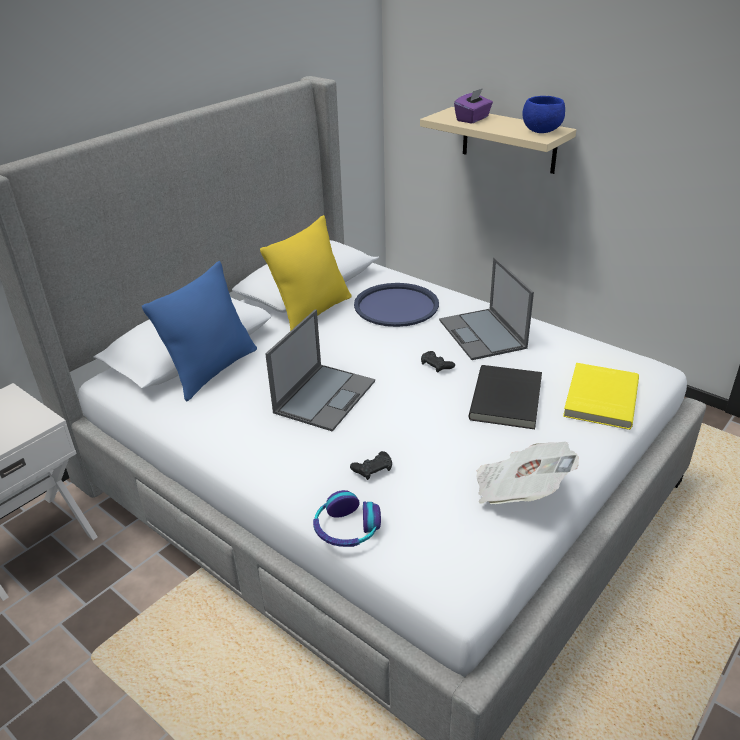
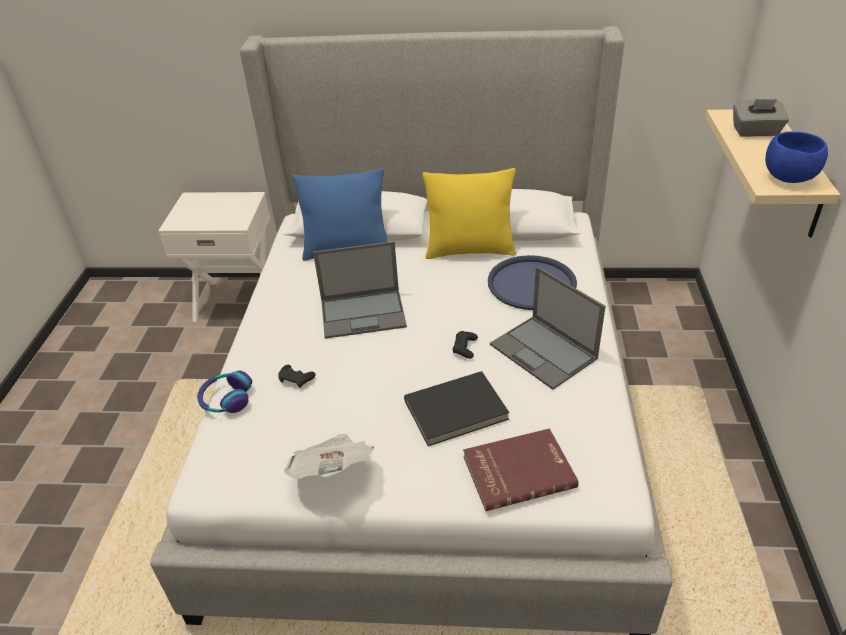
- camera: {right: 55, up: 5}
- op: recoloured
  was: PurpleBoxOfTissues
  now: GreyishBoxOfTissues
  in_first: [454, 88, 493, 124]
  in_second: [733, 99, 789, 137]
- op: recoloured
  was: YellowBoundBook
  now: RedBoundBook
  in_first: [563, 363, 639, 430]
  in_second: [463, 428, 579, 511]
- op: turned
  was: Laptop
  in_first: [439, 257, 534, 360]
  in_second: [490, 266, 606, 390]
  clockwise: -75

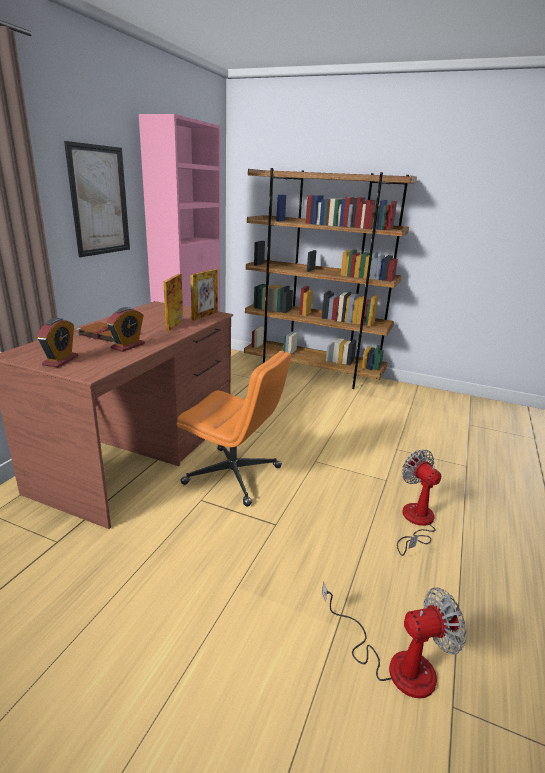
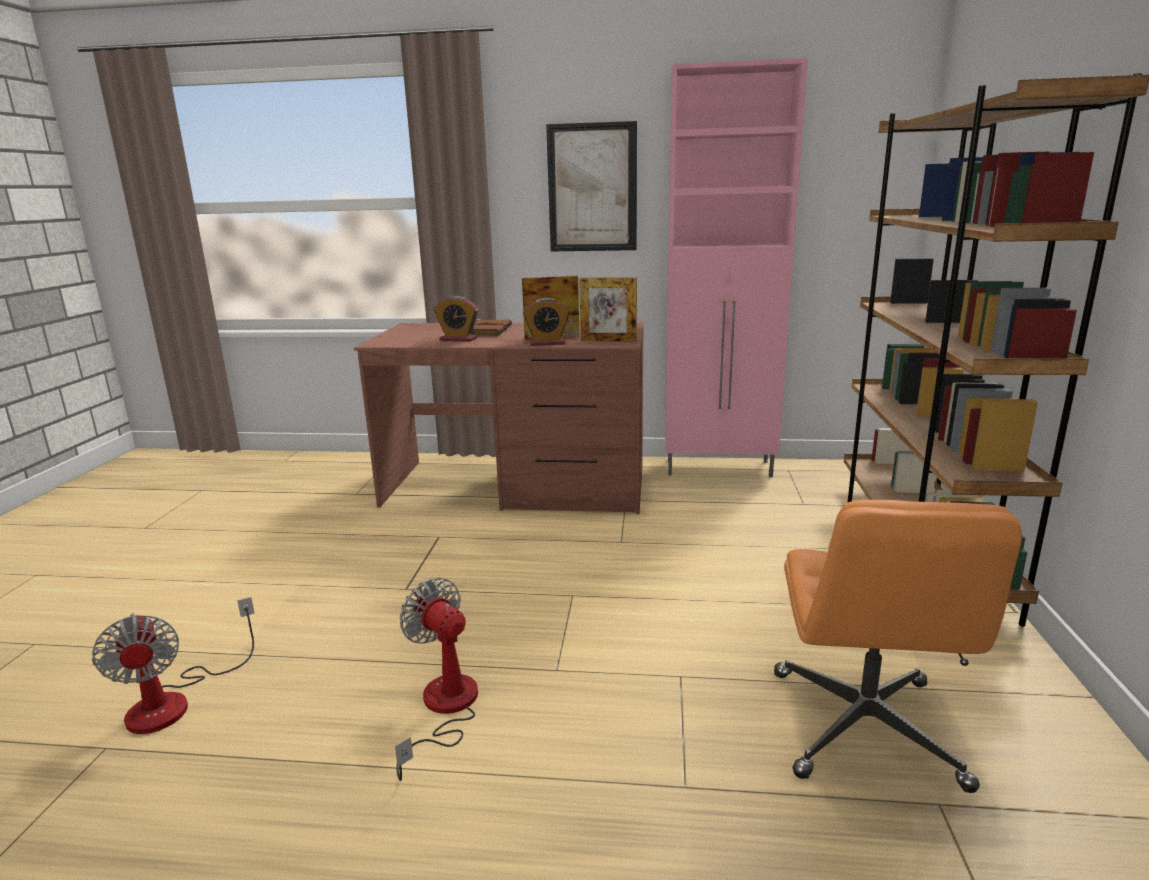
- camera: {right: 75, up: -5}
- op: moved
  was: BedsideClock
  in_first: [37, 318, 79, 368]
  in_second: [523, 298, 570, 346]
- op: moved
  was: OrangeColouredComputerChair
  in_first: [177, 351, 291, 506]
  in_second: [774, 500, 1022, 793]
- op: turned
  was: Fan
  in_first: [397, 449, 441, 556]
  in_second: [395, 577, 478, 781]
  clockwise: -90

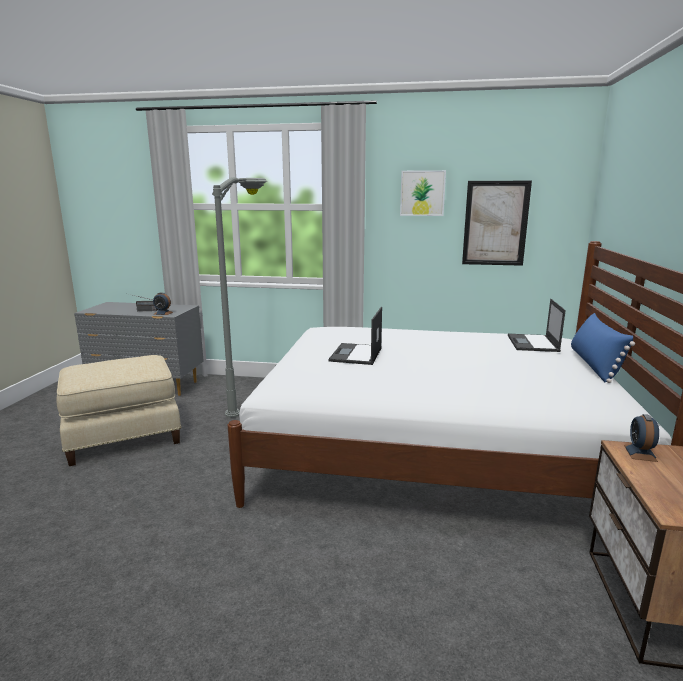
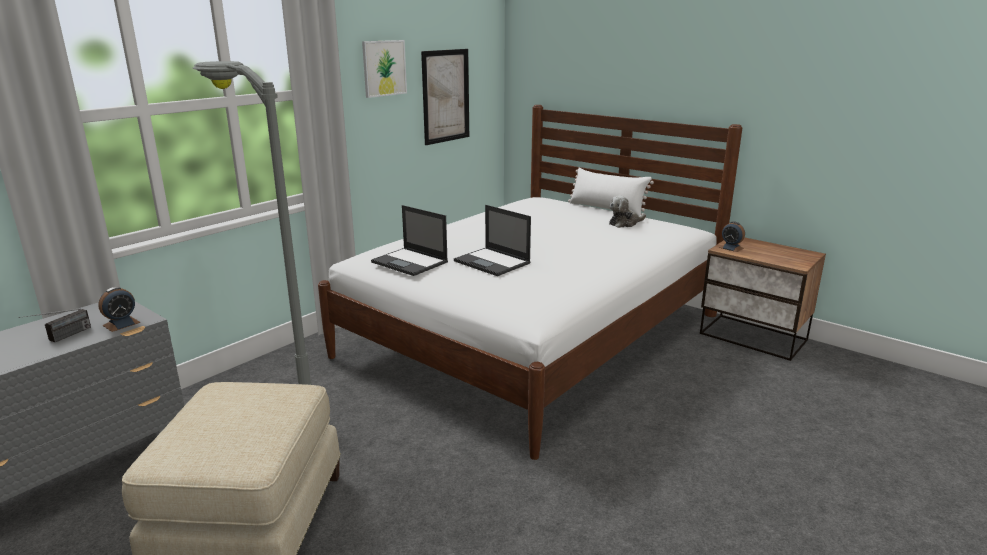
- camera: {right: -60, up: 5}
- op: added
  now: SoftToy
  in_second: [609, 196, 646, 228]
- op: moved
  was: Laptop
  in_first: [508, 299, 566, 352]
  in_second: [371, 205, 448, 276]
- op: recoloured
  was: BluishThrowPillow
  now: WhiteColouredThrowPillow
  in_first: [571, 313, 635, 383]
  in_second: [568, 168, 654, 216]

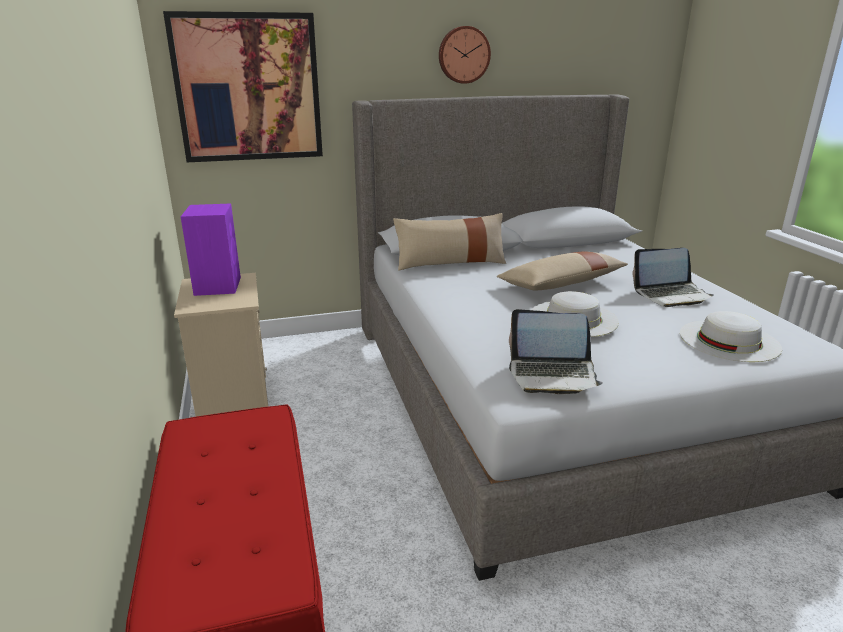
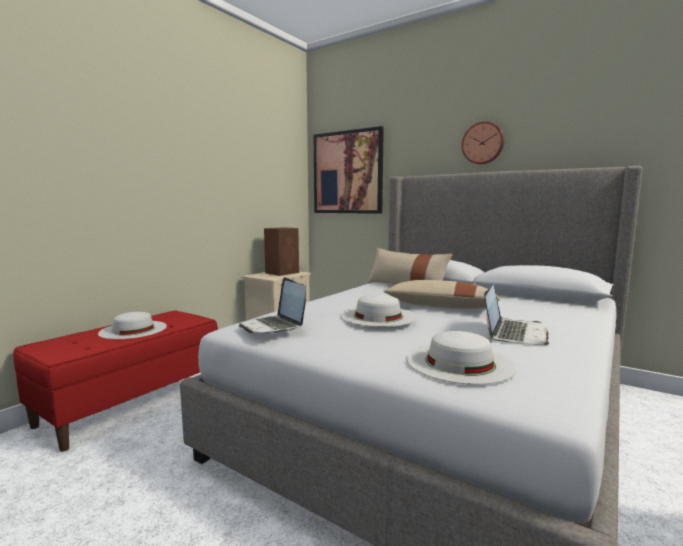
- camera: {right: 50, up: -15}
- op: added
  now: WhiteColouredWearableHat
  in_second: [98, 312, 167, 339]
- op: recoloured
  was: PurpleSpeaker
  now: BrownishSpeaker
  in_first: [181, 204, 241, 296]
  in_second: [264, 227, 299, 276]
- op: turned
  was: Laptop
  in_first: [632, 248, 714, 307]
  in_second: [484, 285, 549, 345]
  clockwise: -105

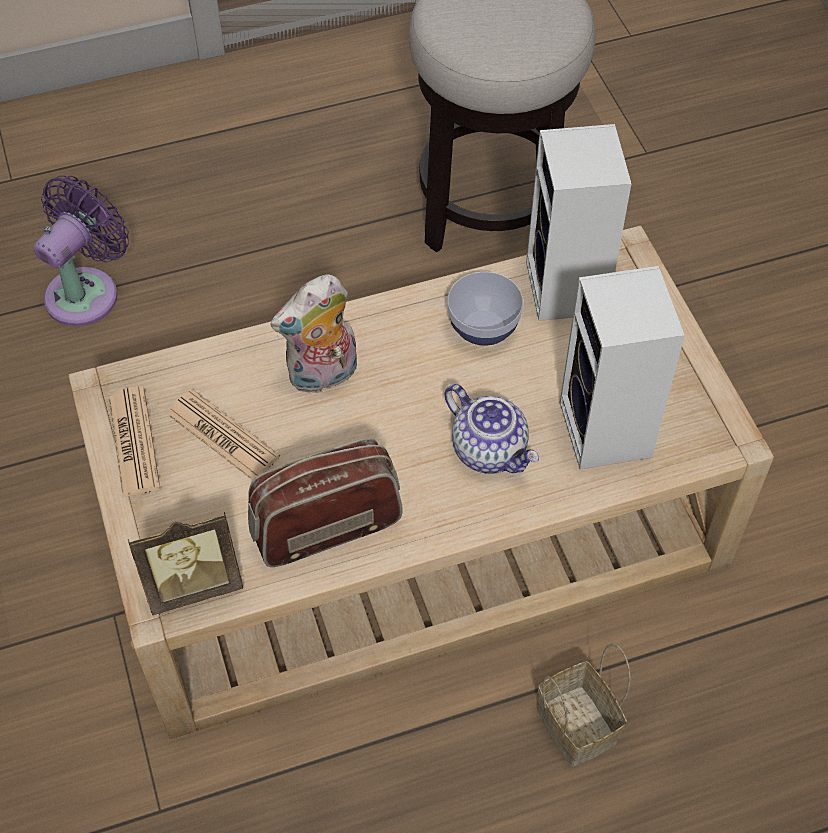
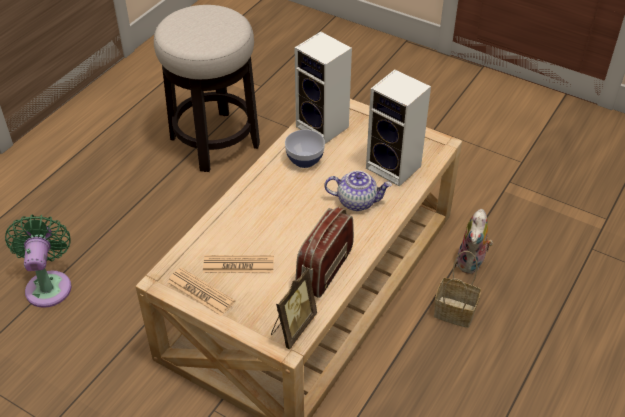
- camera: {right: -40, up: -10}
- op: moved
  was: SoftToy
  in_first: [270, 274, 357, 393]
  in_second: [457, 209, 493, 274]
- op: recoloured
  was: PurpleFan
  now: GreenColouredFan
  in_first: [34, 175, 129, 326]
  in_second: [5, 215, 71, 308]

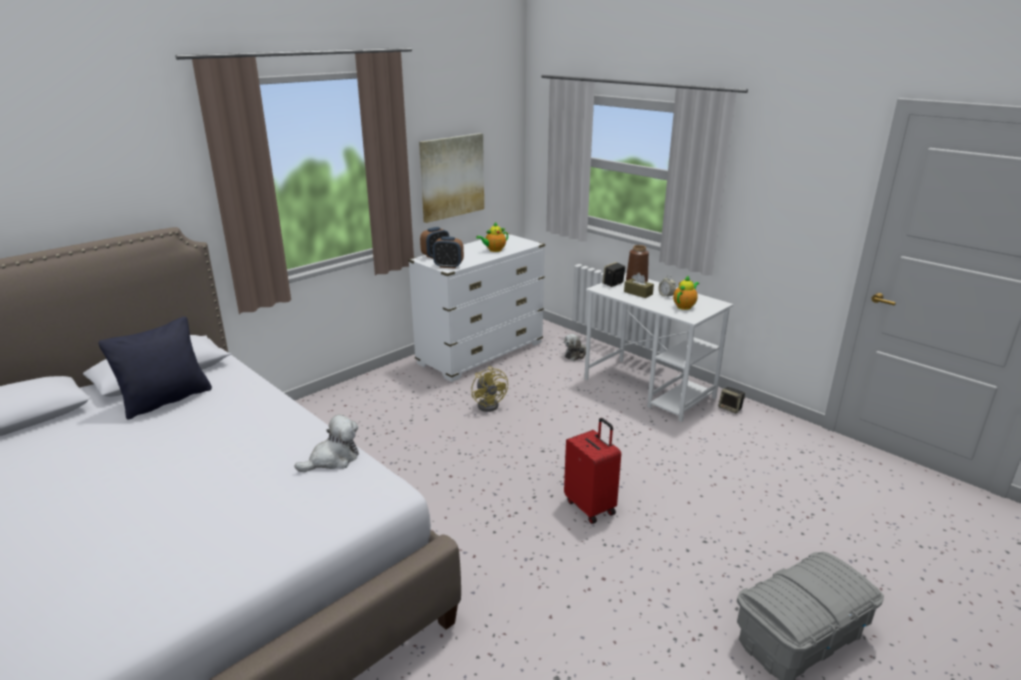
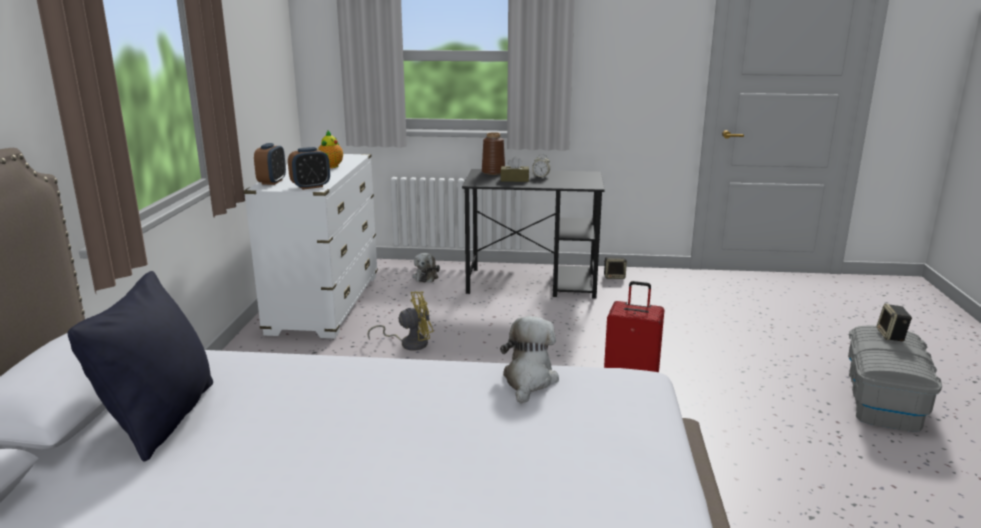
- camera: {right: -40, up: -5}
- op: removed
  was: Picture
  in_first: [419, 133, 484, 223]
- op: removed
  was: TeaPot
  in_first: [673, 275, 699, 310]
- op: moved
  was: Speaker
  in_first: [602, 262, 625, 287]
  in_second: [877, 304, 912, 341]
- op: recoloured
  was: WhiteColouredDeskTable
  now: BlackDeskTable
  in_first: [584, 273, 733, 422]
  in_second: [462, 169, 605, 299]
- op: turned
  was: YellowFan
  in_first: [471, 366, 508, 412]
  in_second: [367, 291, 433, 351]
  clockwise: -45

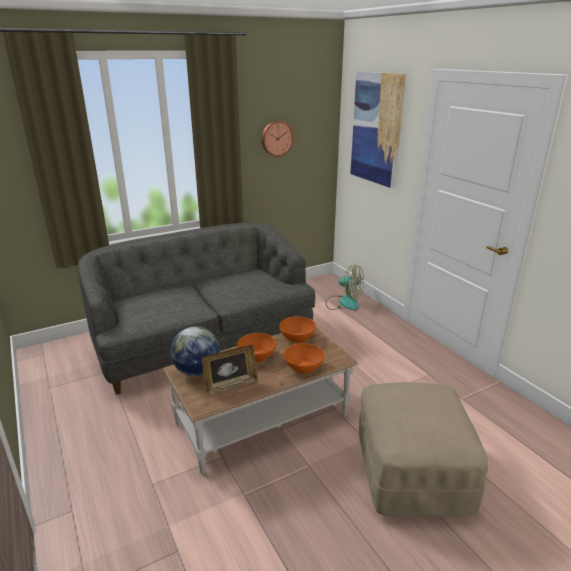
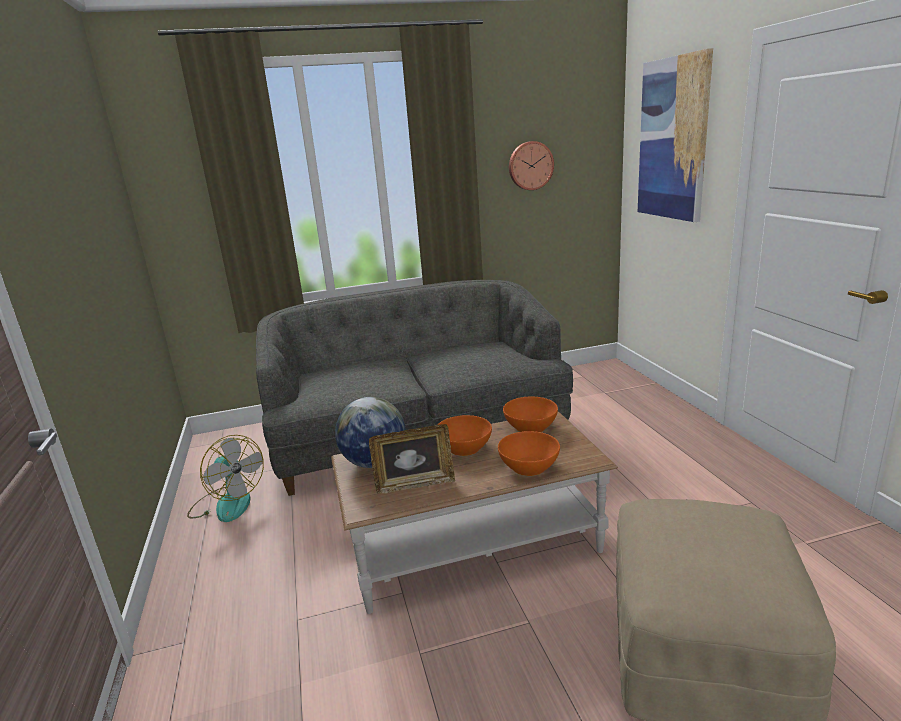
- camera: {right: 15, up: -5}
- op: moved
  was: Fan
  in_first: [325, 264, 364, 310]
  in_second: [187, 435, 264, 522]

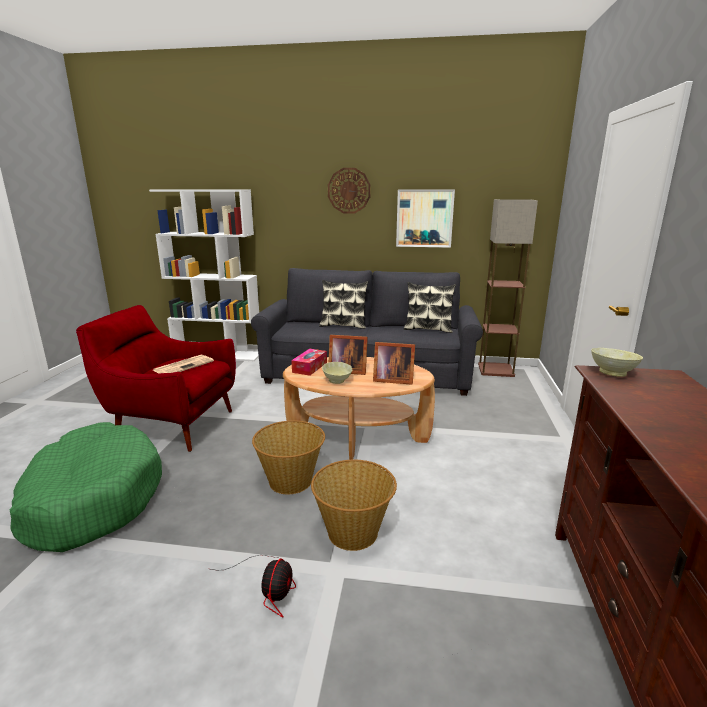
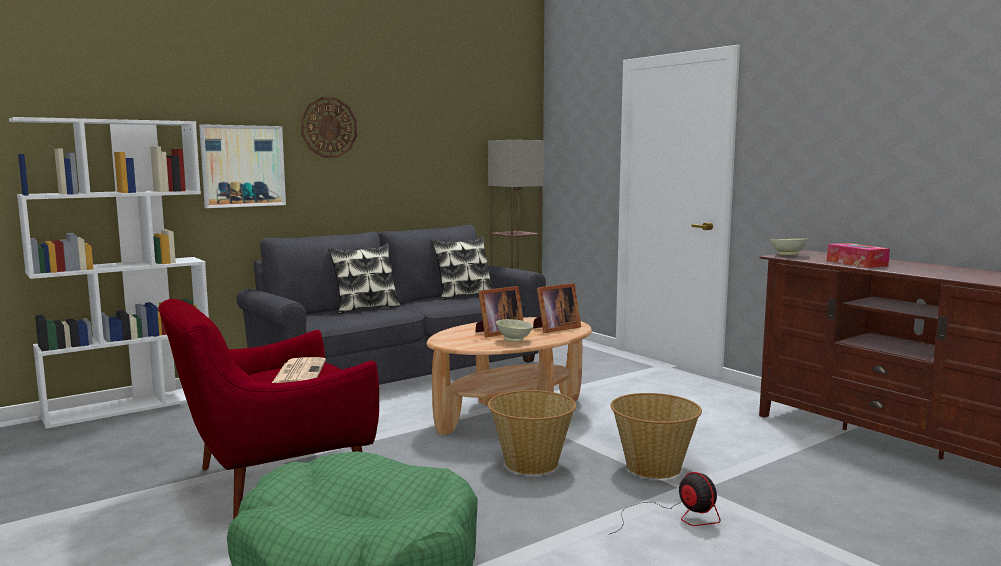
- camera: {right: -45, up: -10}
- op: moved
  was: BoxOfTissues
  in_first: [291, 349, 327, 376]
  in_second: [827, 243, 890, 268]
- op: moved
  was: Picture
  in_first: [396, 190, 455, 248]
  in_second: [199, 124, 286, 208]

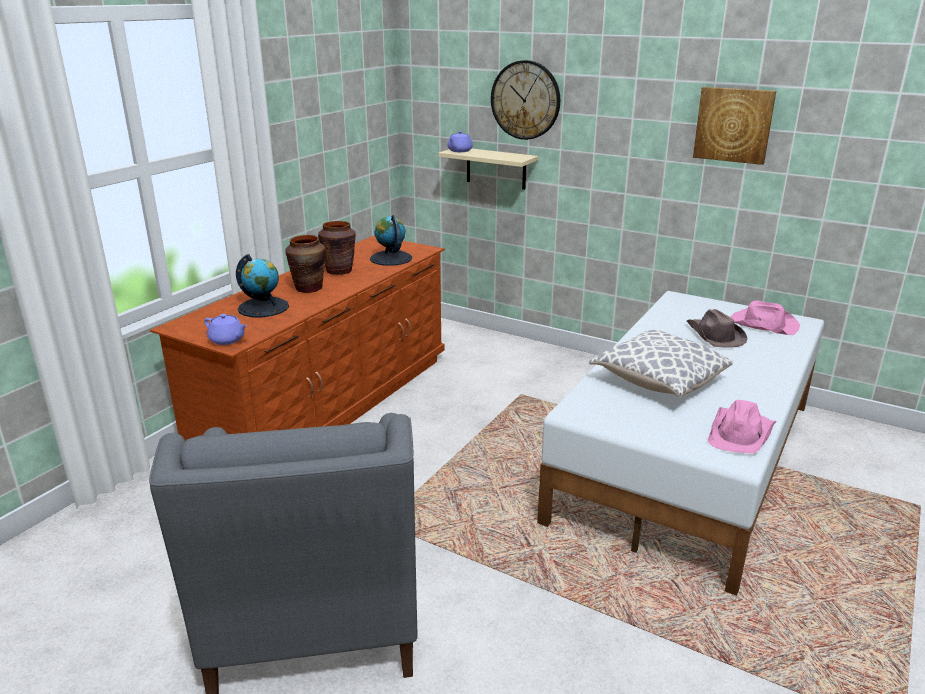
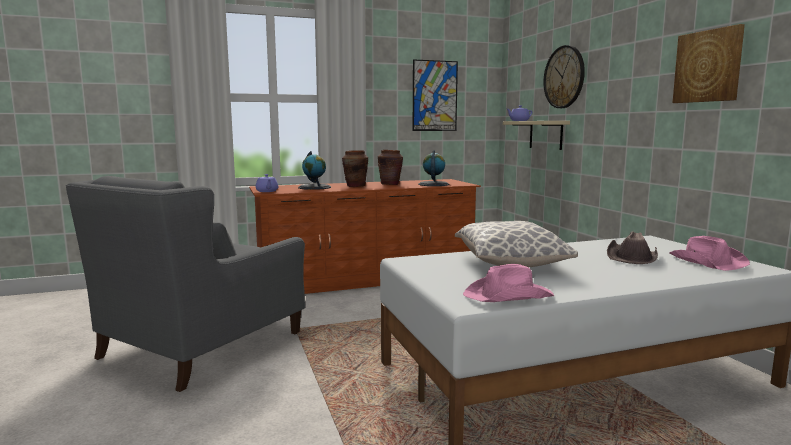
- camera: {right: 40, up: -15}
- op: added
  now: Picture
  in_second: [413, 59, 458, 131]

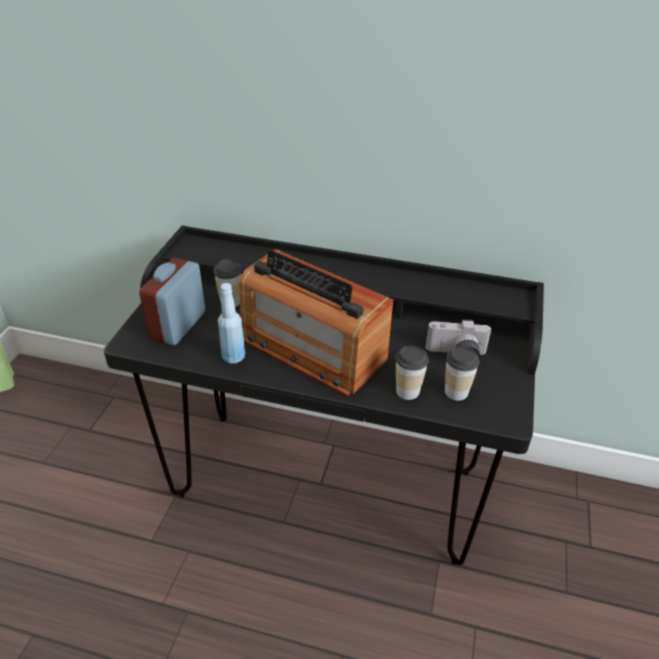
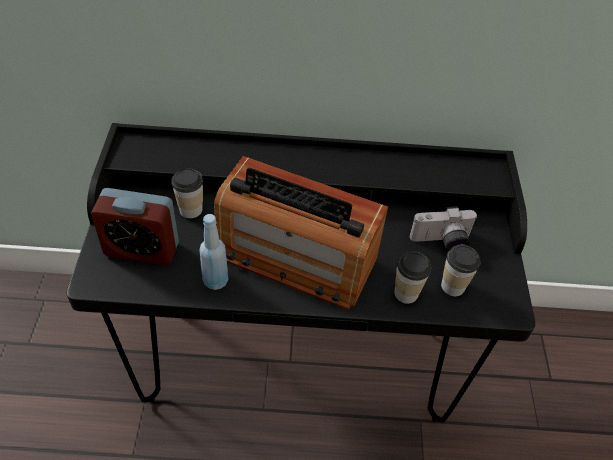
- camera: {right: -15, up: 10}
- op: turned
  was: BedsideClock
  in_first: [139, 258, 205, 345]
  in_second: [91, 188, 179, 266]
  clockwise: -90

